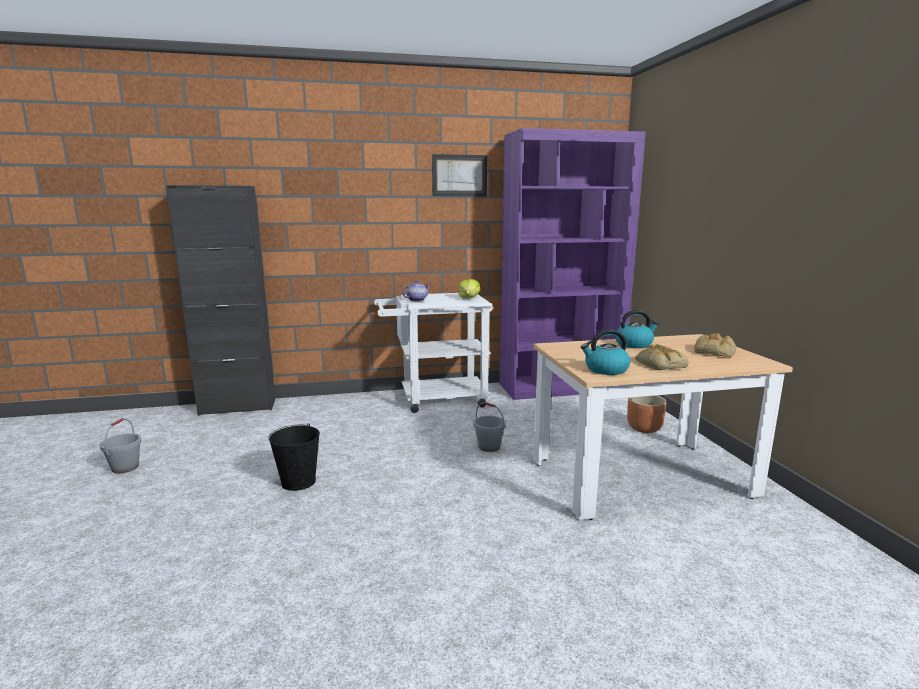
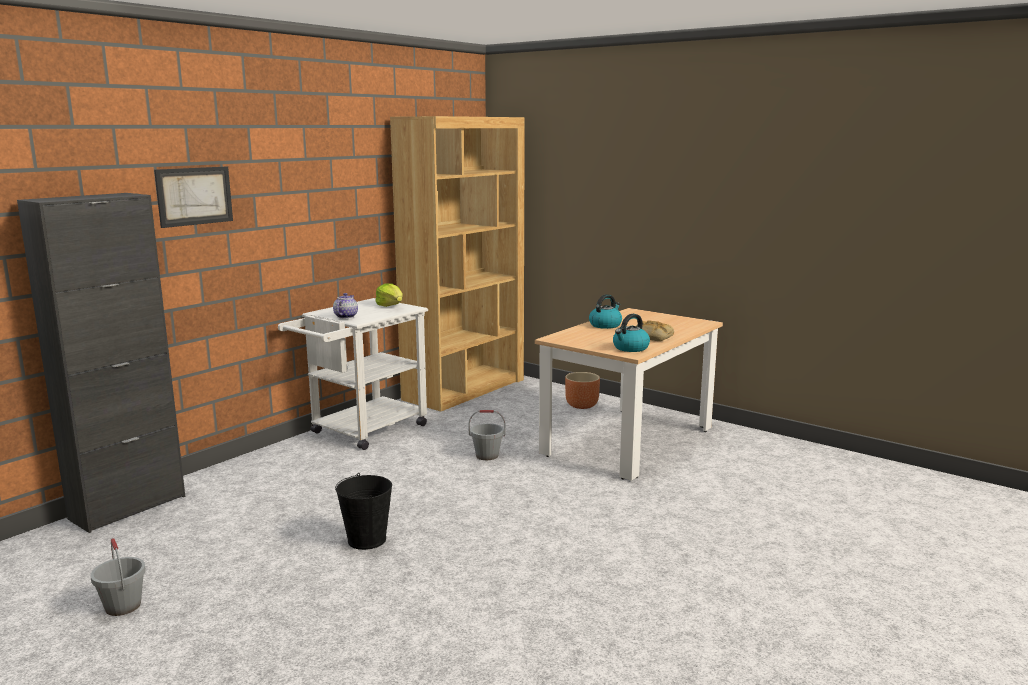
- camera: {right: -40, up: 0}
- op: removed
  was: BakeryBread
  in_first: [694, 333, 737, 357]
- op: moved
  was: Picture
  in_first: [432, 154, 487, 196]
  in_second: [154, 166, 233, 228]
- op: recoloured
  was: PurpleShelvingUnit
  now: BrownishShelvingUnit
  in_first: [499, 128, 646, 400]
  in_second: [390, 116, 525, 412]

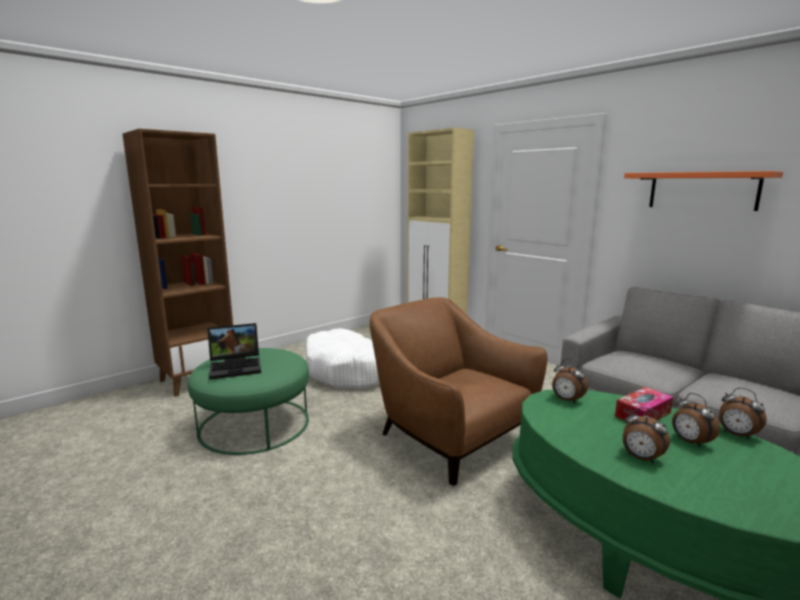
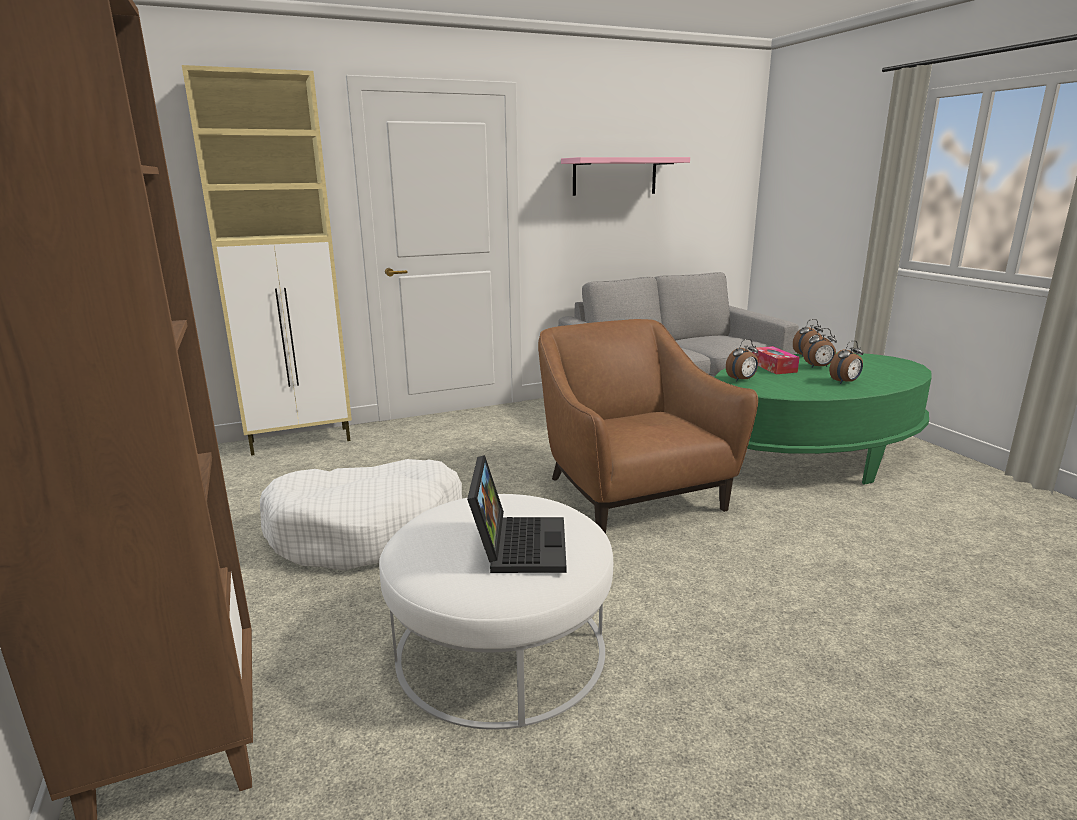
- camera: {right: -70, up: 5}
- op: recoloured
  was: GreenColouredFootrest
  now: WhiteColouredFootrest
  in_first: [188, 348, 309, 455]
  in_second: [379, 494, 613, 730]
- op: recoloured
  was: OrangeColouredBracketShelf
  now: PinkBracketShelf
  in_first: [624, 171, 783, 211]
  in_second: [561, 157, 690, 196]
- op: turned
  was: BrownishEasyChair
  in_first: [370, 297, 547, 486]
  in_second: [538, 319, 758, 534]
  clockwise: 90

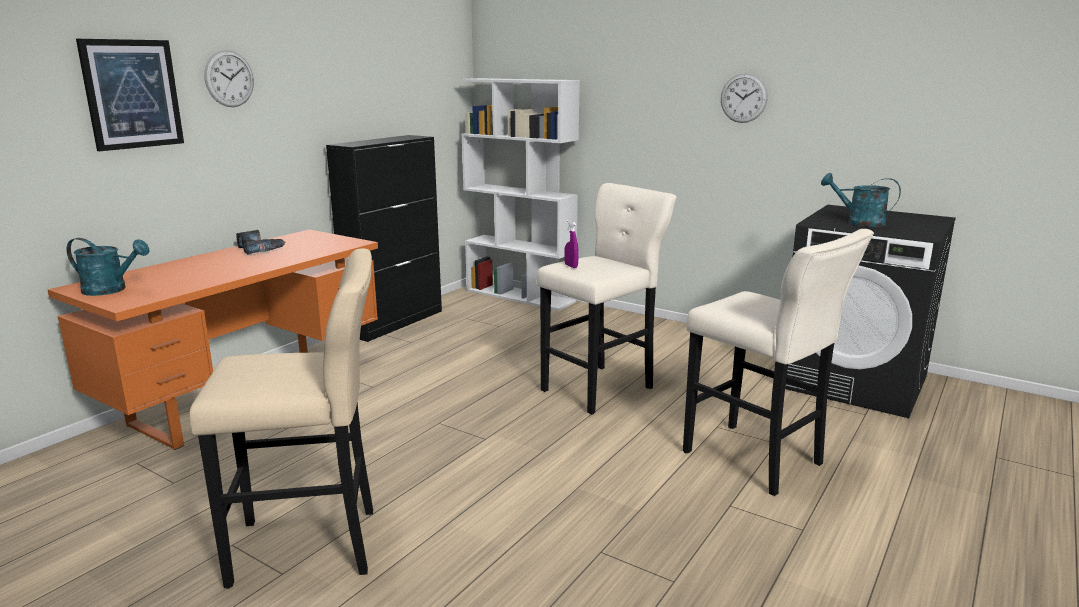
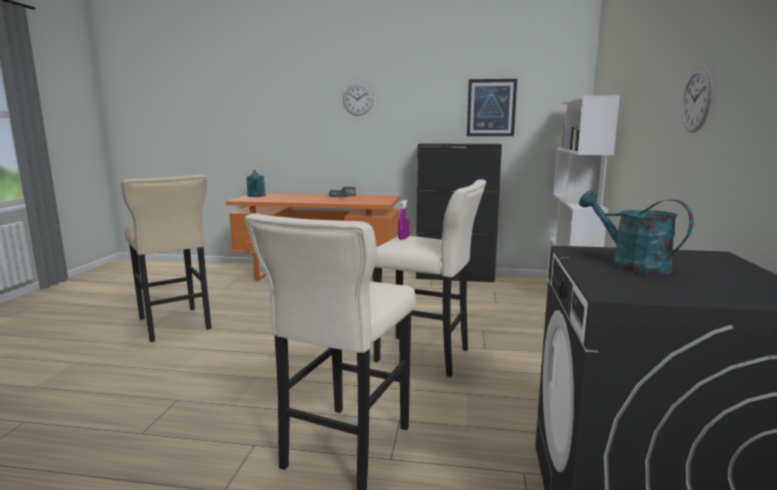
- camera: {right: 65, up: -5}
- op: moved
  was: Picture
  in_first: [76, 39, 184, 151]
  in_second: [467, 79, 517, 136]
- op: turned
  was: TurquoiseSprinklingCan
  in_first: [821, 173, 901, 227]
  in_second: [579, 189, 694, 275]
  clockwise: -45

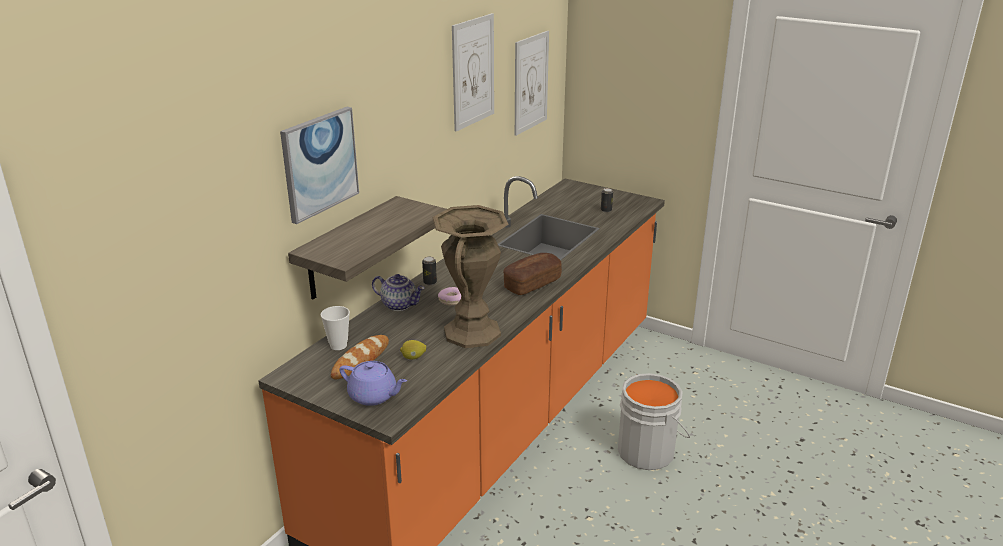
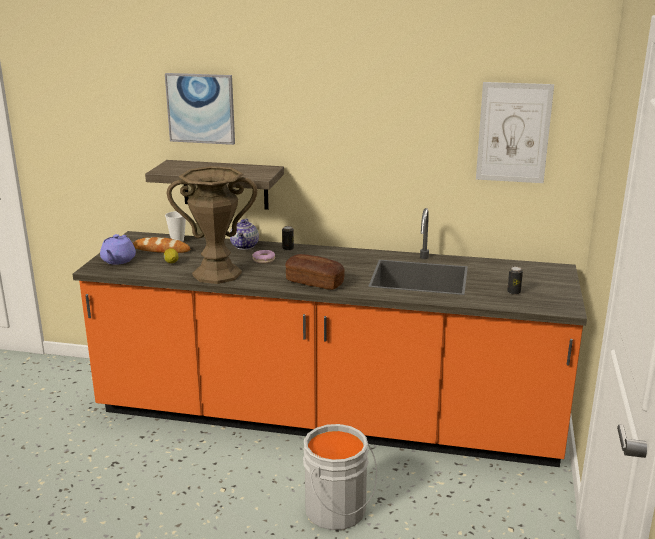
- camera: {right: 70, up: -5}
- op: removed
  was: Picture
  in_first: [452, 13, 494, 132]

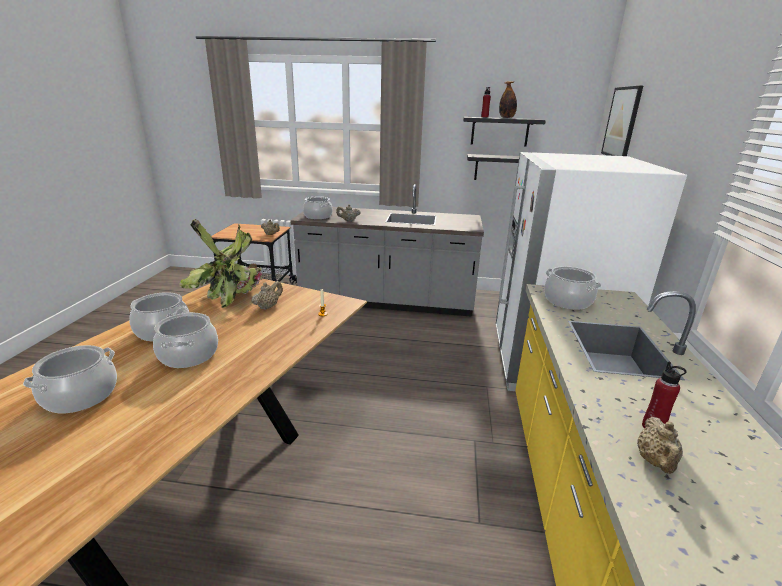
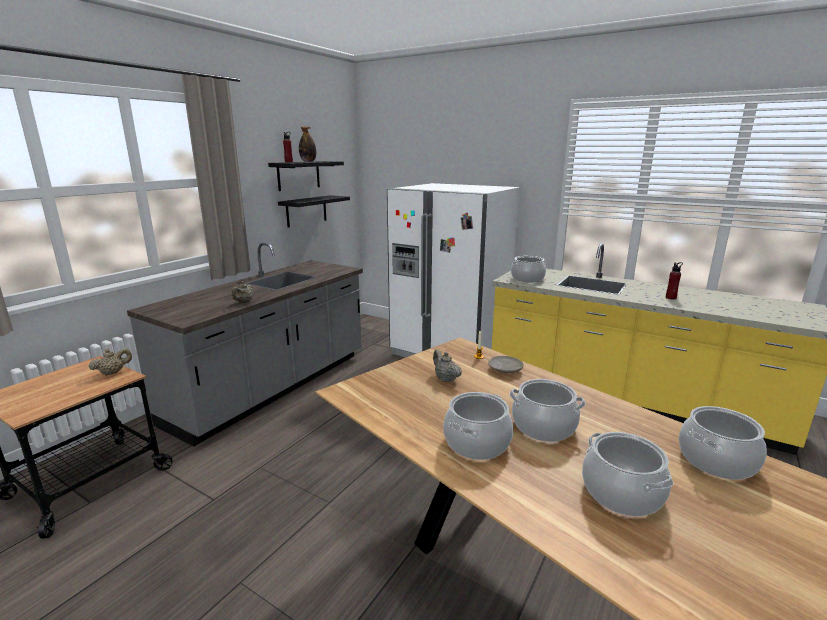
- camera: {right: -65, up: -5}
- op: removed
  was: PottedPlant
  in_first: [180, 219, 262, 308]
- op: removed
  was: Picture
  in_first: [601, 86, 643, 156]
- op: removed
  was: SandColouredTeaPot
  in_first: [637, 417, 683, 474]
- op: added
  now: SandColouredPlate
  in_second: [488, 356, 524, 373]
- op: moved
  was: CookingPot
  in_first: [303, 197, 333, 219]
  in_second: [679, 406, 767, 480]

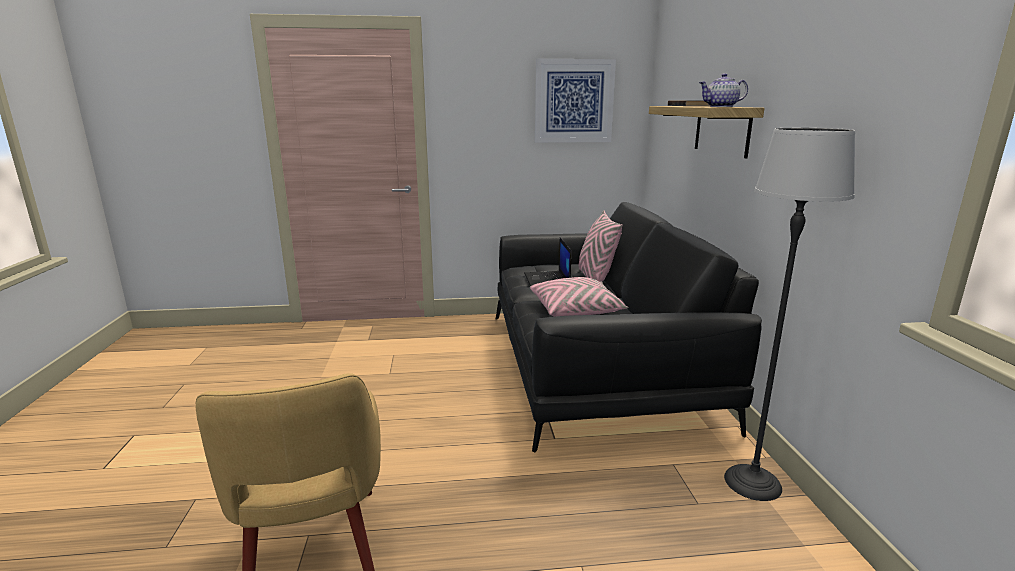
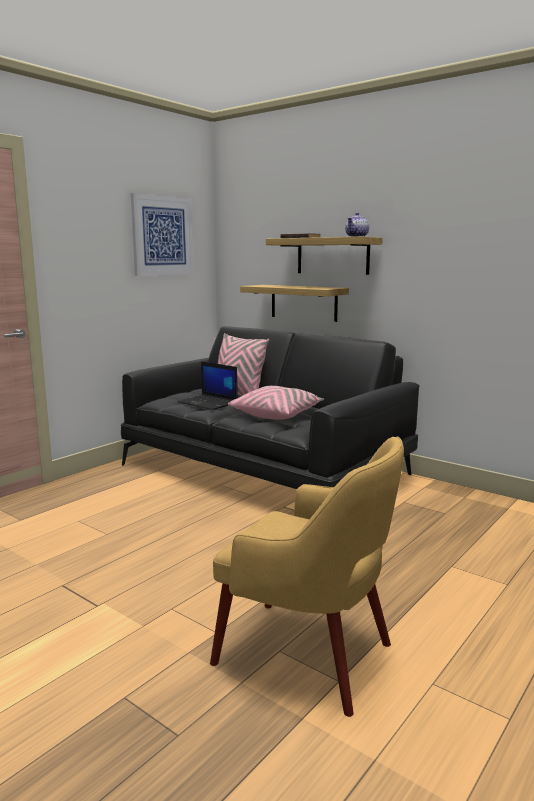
- camera: {right: -45, up: -5}
- op: removed
  was: StandingLamp
  in_first: [724, 128, 855, 501]
- op: added
  now: BracketShelf
  in_second: [240, 285, 349, 322]

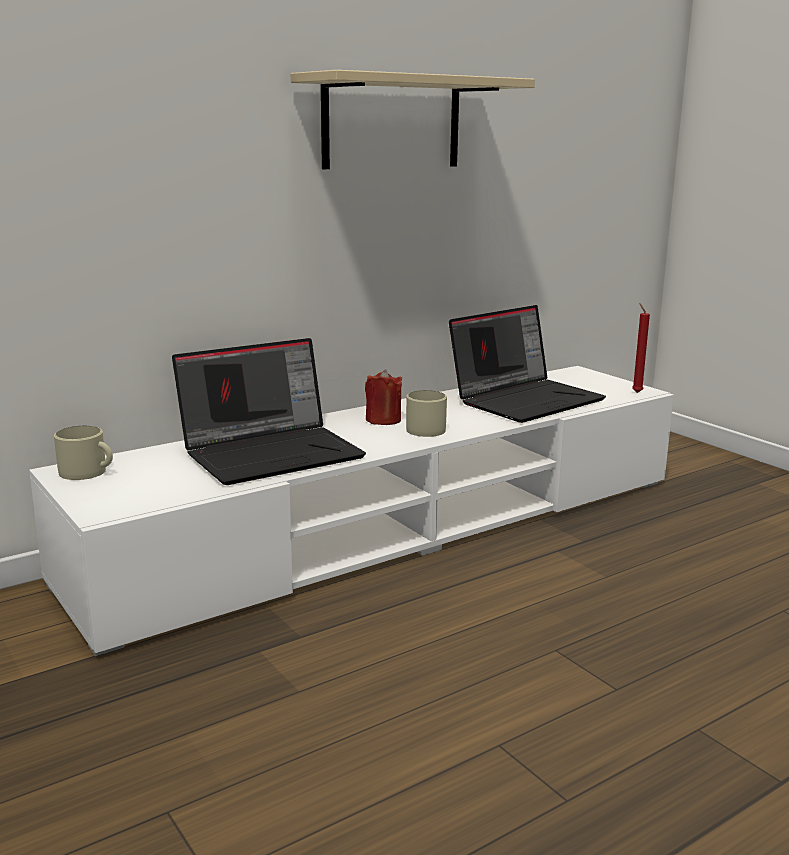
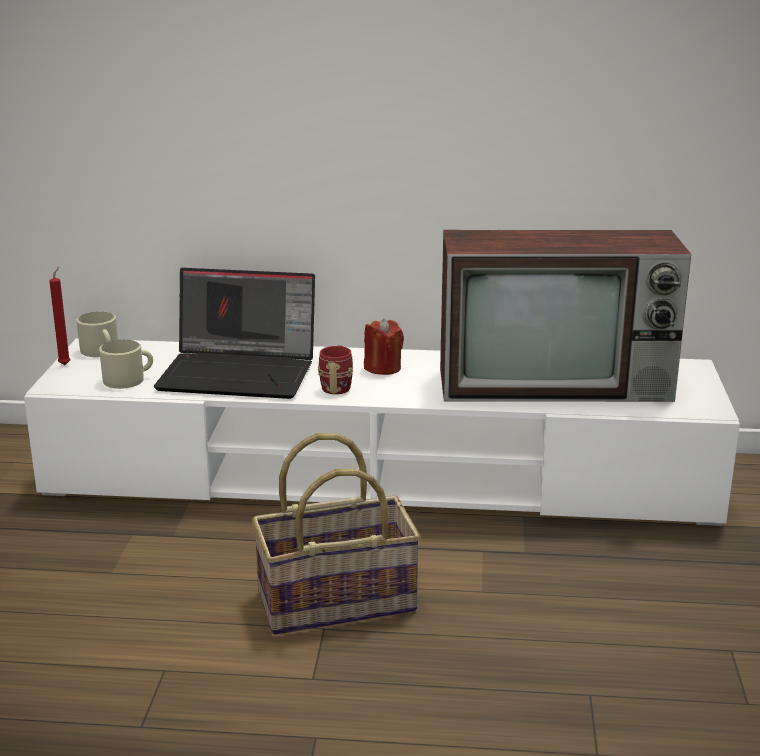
- camera: {right: 40, up: 5}
- op: removed
  was: SandColouredBracketShelf
  in_first: [291, 70, 535, 169]
- op: added
  now: Basket
  in_second: [252, 433, 421, 635]
- op: added
  now: RedMug
  in_second: [318, 345, 353, 394]
- op: moved
  was: SandColouredMug
  in_first: [406, 390, 447, 437]
  in_second: [99, 340, 153, 389]
- op: moved
  was: RedWaxLight
  in_first: [632, 303, 650, 393]
  in_second: [49, 267, 71, 365]
- op: replaced
  was: Laptop
  now: TvSet
  in_first: [449, 305, 606, 423]
  in_second: [440, 230, 691, 402]

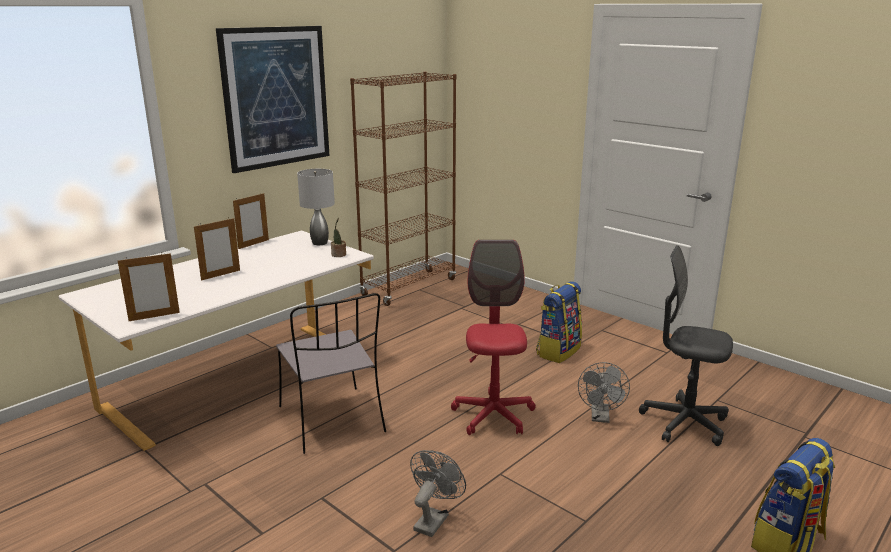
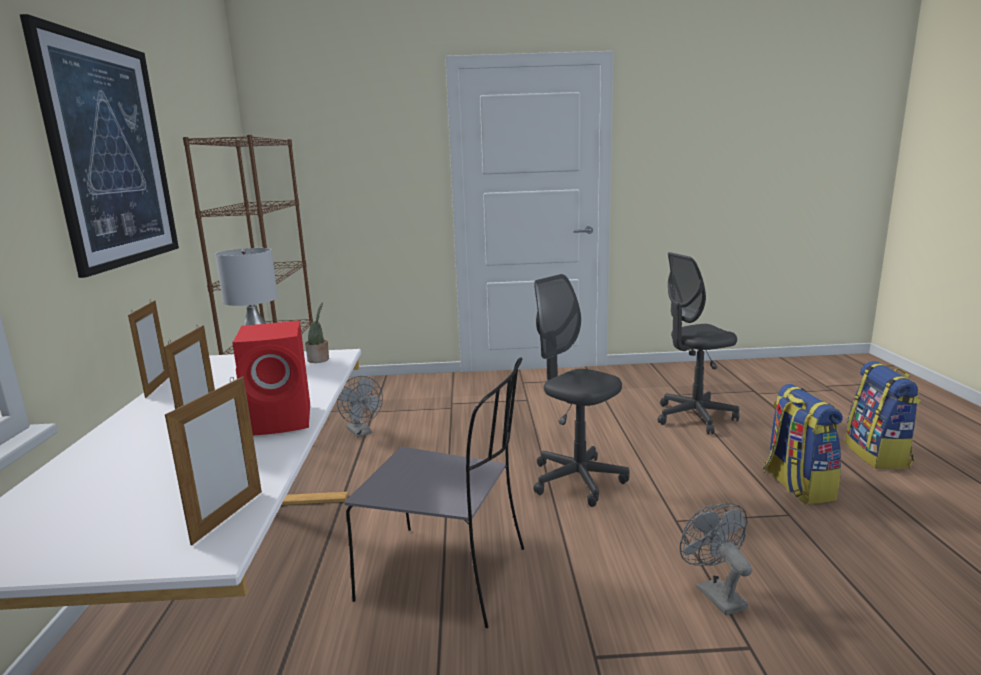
- camera: {right: -45, up: -5}
- op: added
  now: RedSpeaker
  in_second: [232, 321, 310, 436]
- op: moved
  was: Backpack
  in_first: [536, 281, 582, 363]
  in_second: [763, 384, 843, 504]
- op: moved
  was: GreyishFan
  in_first: [578, 362, 630, 423]
  in_second: [337, 376, 383, 437]
- op: recoloured
  was: RedComputerChair
  now: GreyishComputerChair
  in_first: [451, 240, 536, 435]
  in_second: [533, 274, 630, 507]

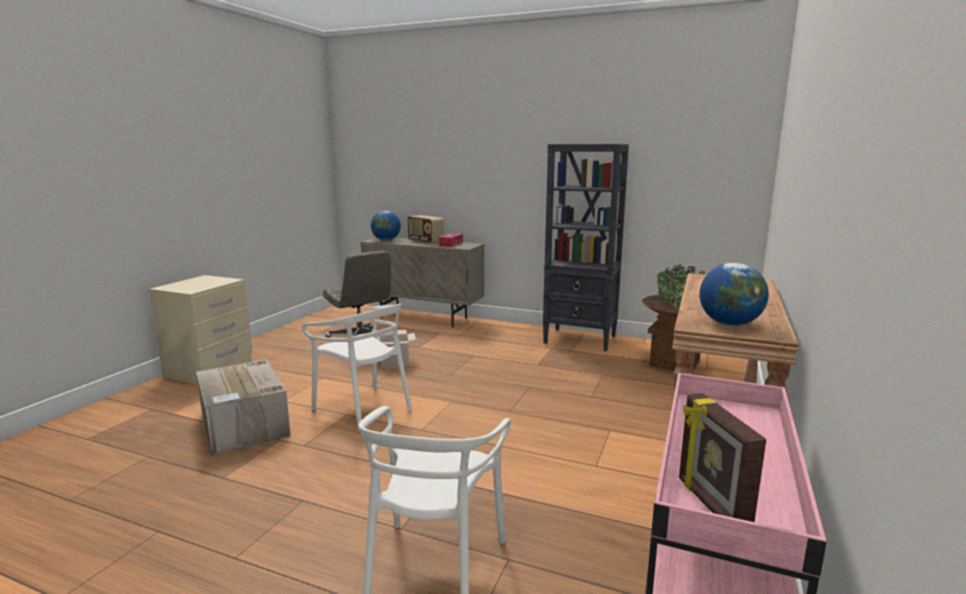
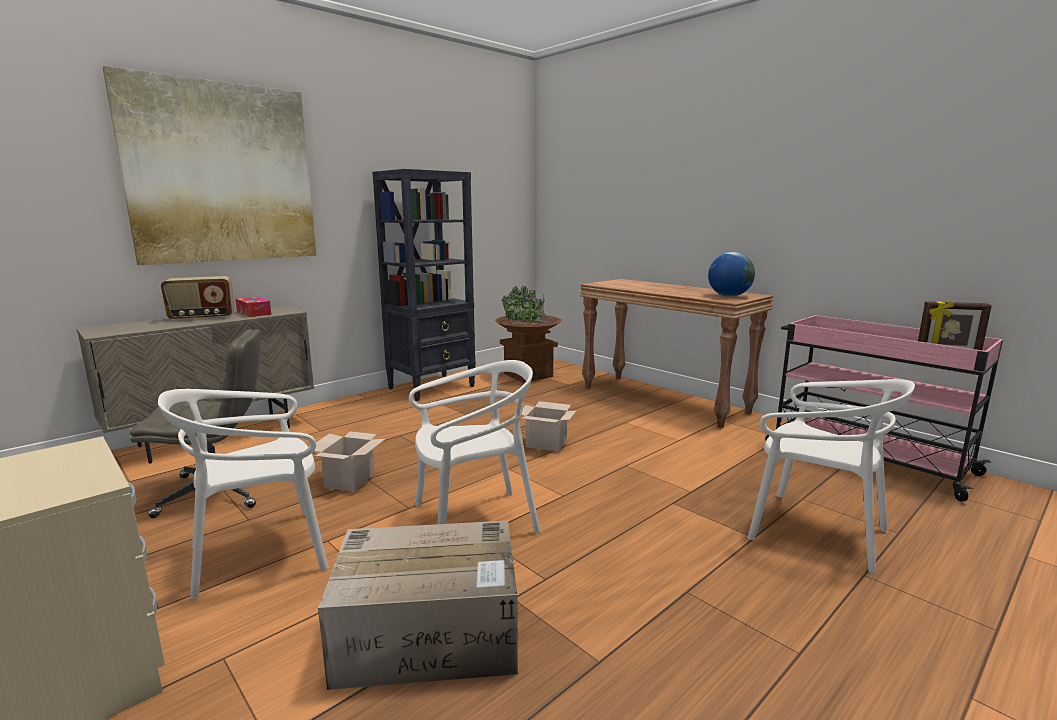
- camera: {right: -65, up: 0}
- op: removed
  was: DeskGlobe
  in_first: [371, 211, 401, 241]
- op: added
  now: Picture
  in_second: [102, 66, 316, 265]
- op: added
  now: WhiteColouredUprightChair
  in_second: [158, 389, 329, 599]
- op: added
  now: CardboardBox
  in_second: [521, 401, 576, 452]

